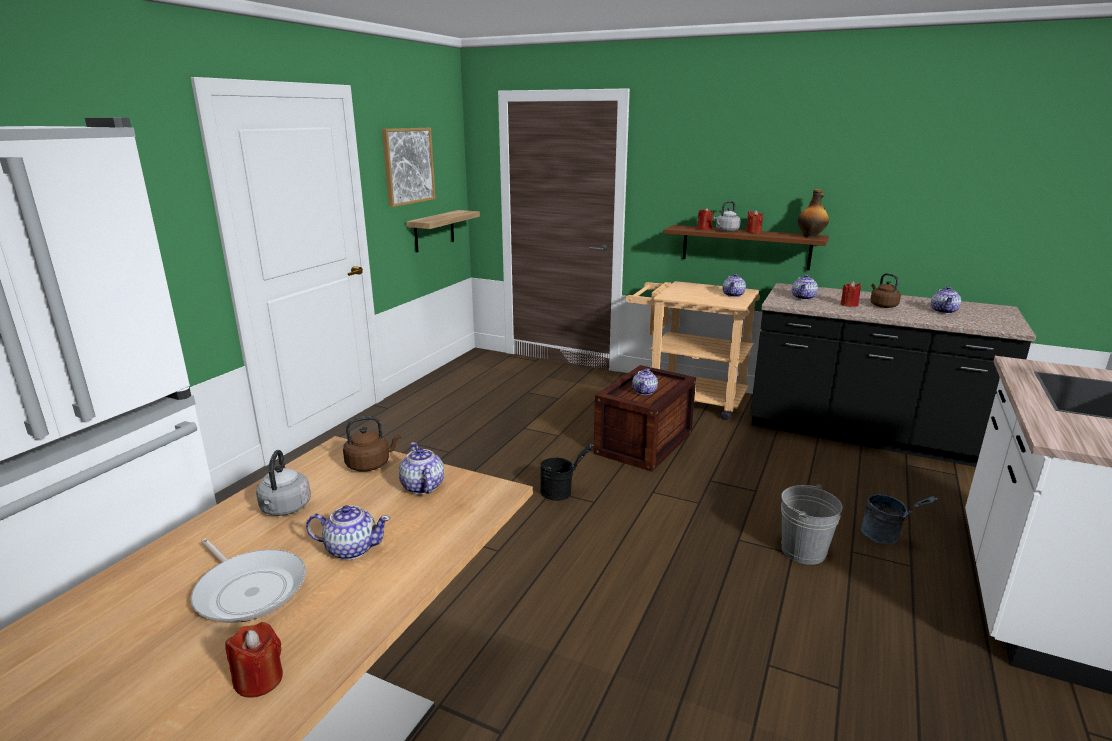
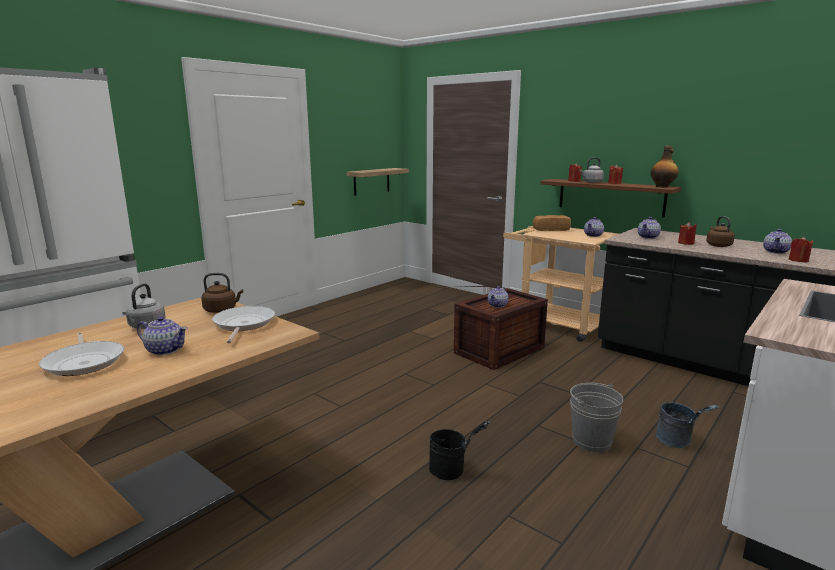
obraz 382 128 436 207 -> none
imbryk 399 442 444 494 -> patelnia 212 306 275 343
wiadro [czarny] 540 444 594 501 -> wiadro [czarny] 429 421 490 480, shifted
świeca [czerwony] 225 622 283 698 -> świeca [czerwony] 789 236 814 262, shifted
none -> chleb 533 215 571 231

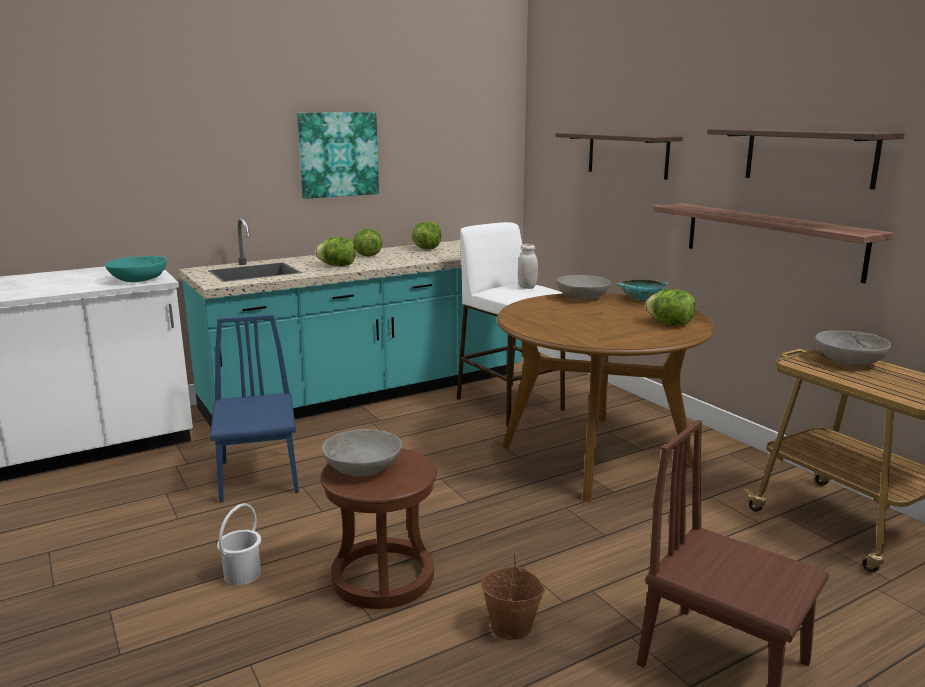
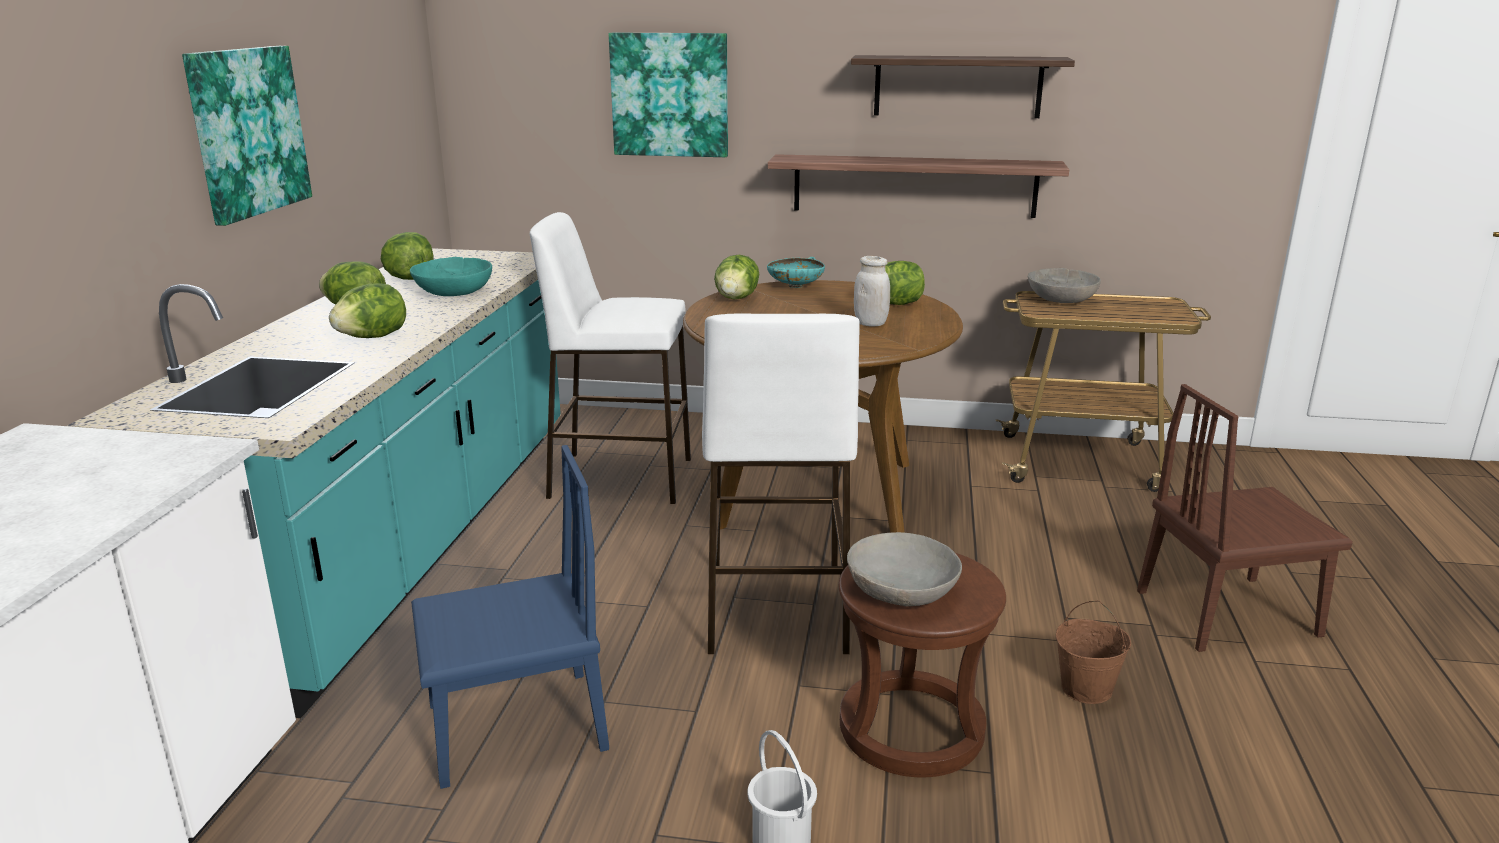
półka 556 132 683 180 -> obraz 609 33 728 157
słoik [biały] 518 244 538 289 -> słoik [biały] 854 256 890 327, shifted
miska [turkusowy] 105 256 167 282 -> miska [turkusowy] 410 257 492 296, shifted
miska [szary] 556 275 611 300 -> sałata 714 255 760 300
krzesło [niebieski] 210 315 299 503 -> krzesło [niebieski] 411 445 609 789, 135 degrees clockwise
none -> stołek [biały] 702 313 860 654

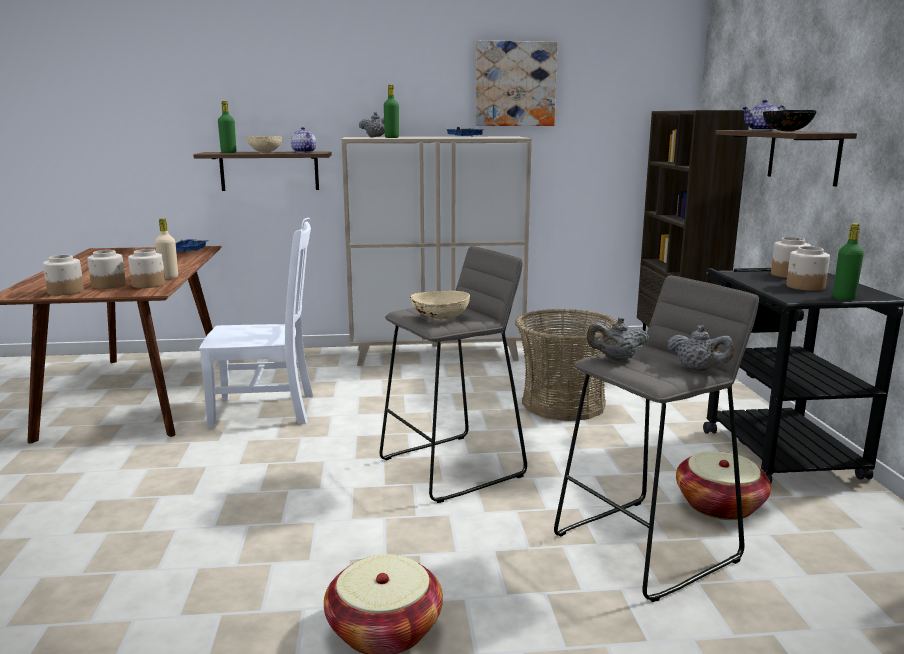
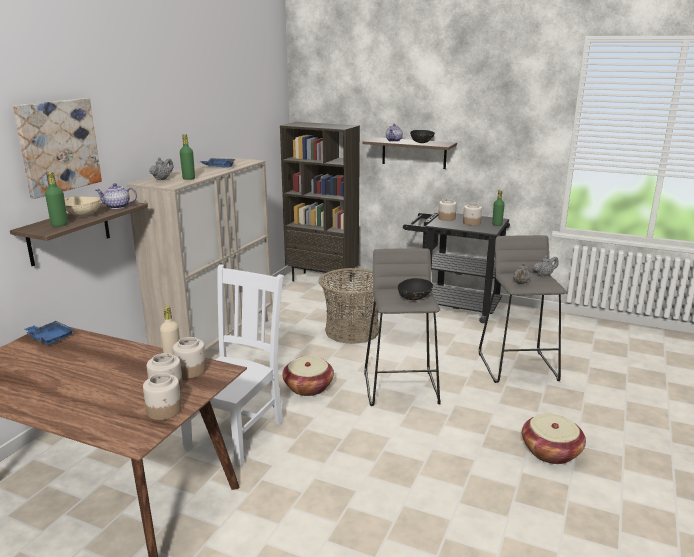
obraz 475 41 558 126 -> obraz 13 98 102 199, shifted
miska [beżowy] 410 291 470 319 -> miska [czarny] 398 278 433 300
koszyk 676 451 771 520 -> koszyk 282 356 334 396, shifted

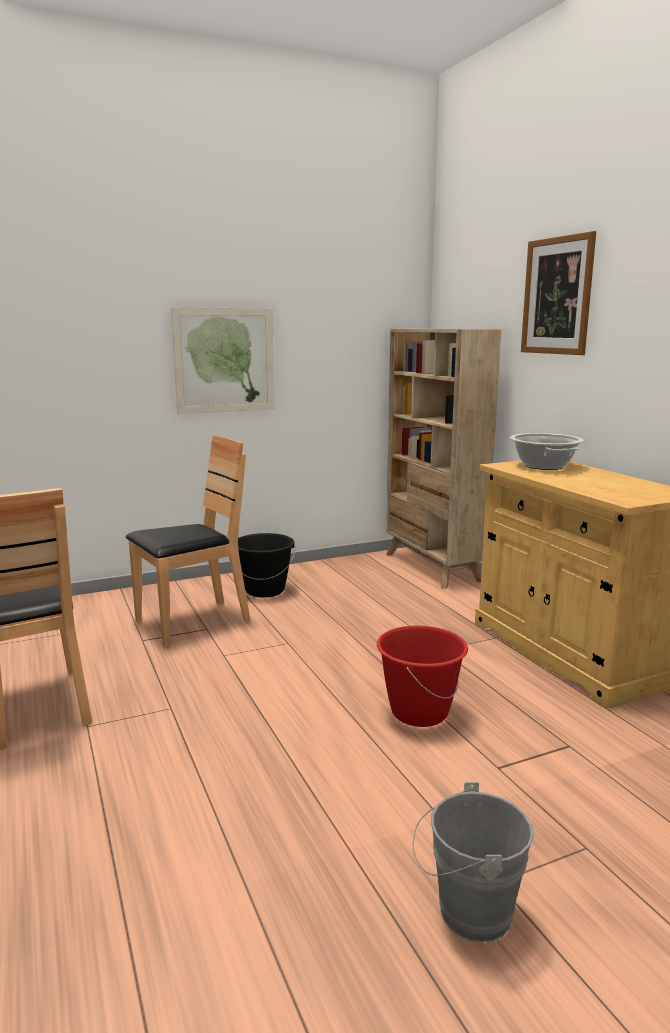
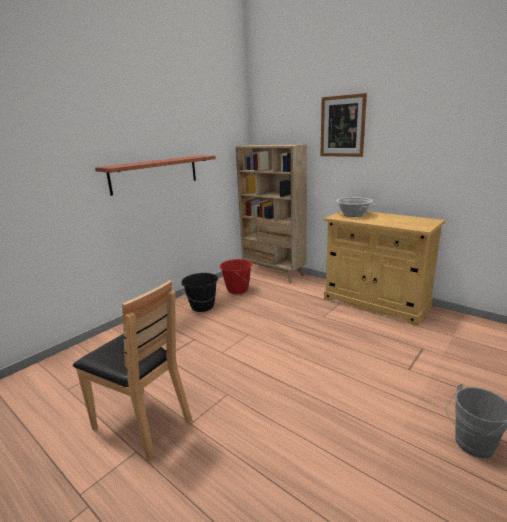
obraz 171 307 275 414 -> półka 95 155 216 196
krzesło [brązowy] 126 435 251 648 -> none
wiadro [czerwony] 377 625 468 727 -> wiadro [czerwony] 220 259 253 294, shifted

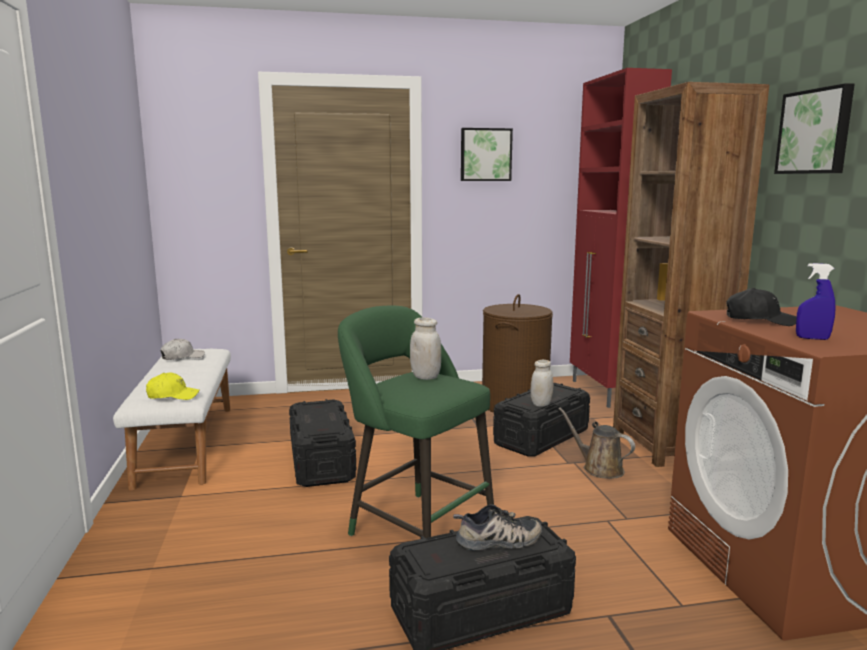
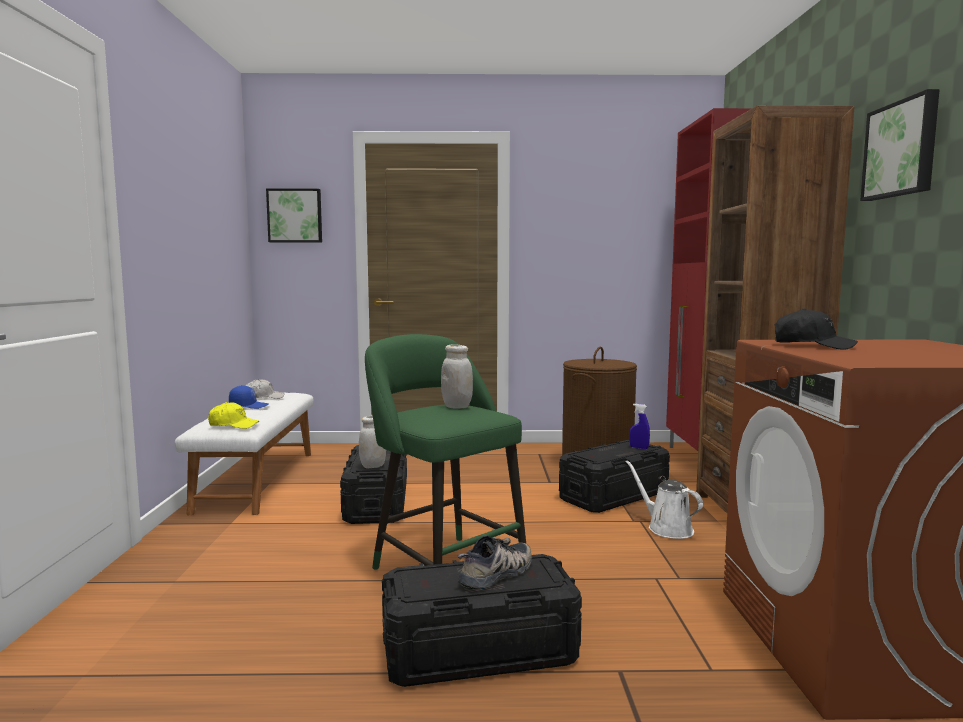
obraz 461 128 513 181 -> obraz 266 189 322 243, shifted
spryskiwacz [niebieski] 796 263 836 340 -> spryskiwacz [niebieski] 630 404 650 449, shifted
słoik [biały] 531 360 553 407 -> słoik [biały] 359 415 386 468, shifted
konewka [brązowy] 558 408 635 479 -> konewka [biały] 626 460 703 539
but 453 504 542 550 -> but 458 535 532 590, 45 degrees counterclockwise
none -> czapka z daszkiem [niebieski] 229 385 269 409

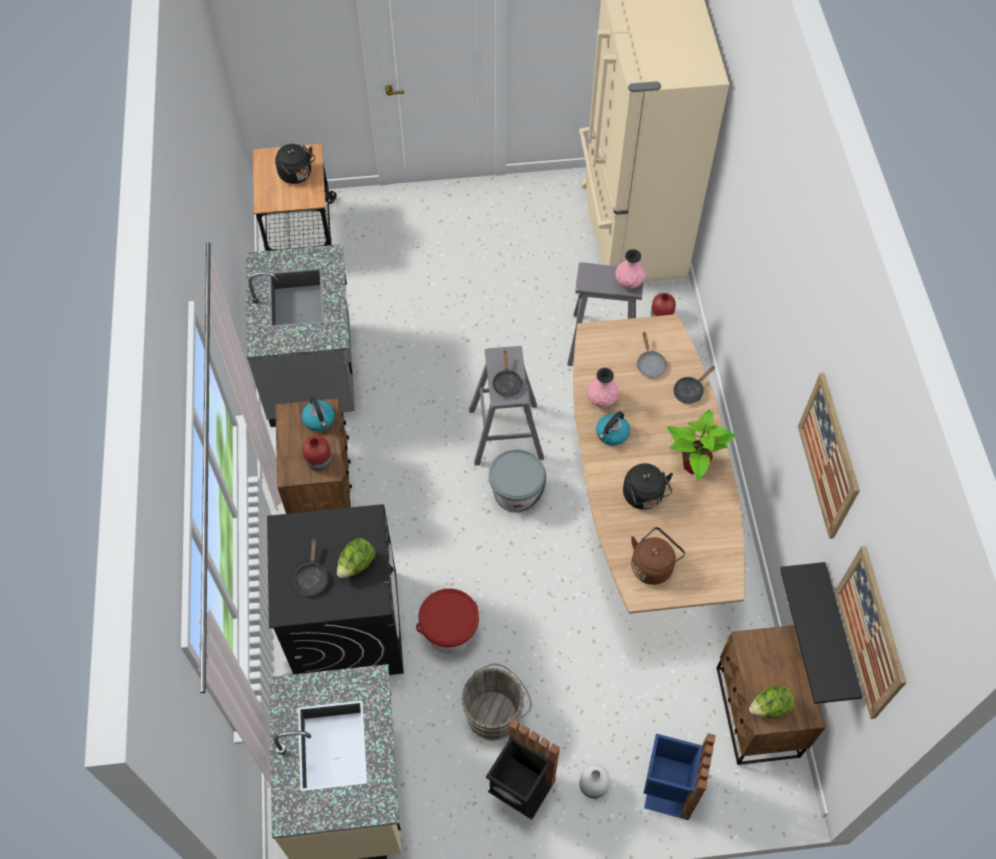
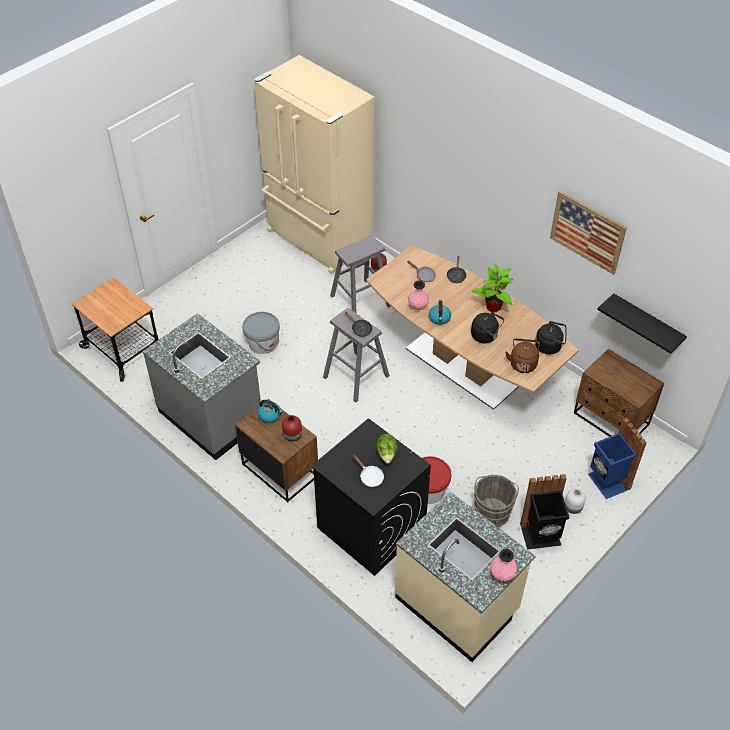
czajnik [czarny] 275 144 315 184 -> czajnik [czarny] 535 321 567 355, shifted
wazon [różowy] 616 249 646 289 -> wazon [różowy] 491 549 517 582, shifted
wiadro [szary] 488 449 546 513 -> wiadro [szary] 242 312 280 354, shifted
patelnia [czarny] 293 539 328 596 -> patelnia [biały] 353 455 384 487
obraz 835 546 907 719 -> none
sałata 749 685 795 718 -> none

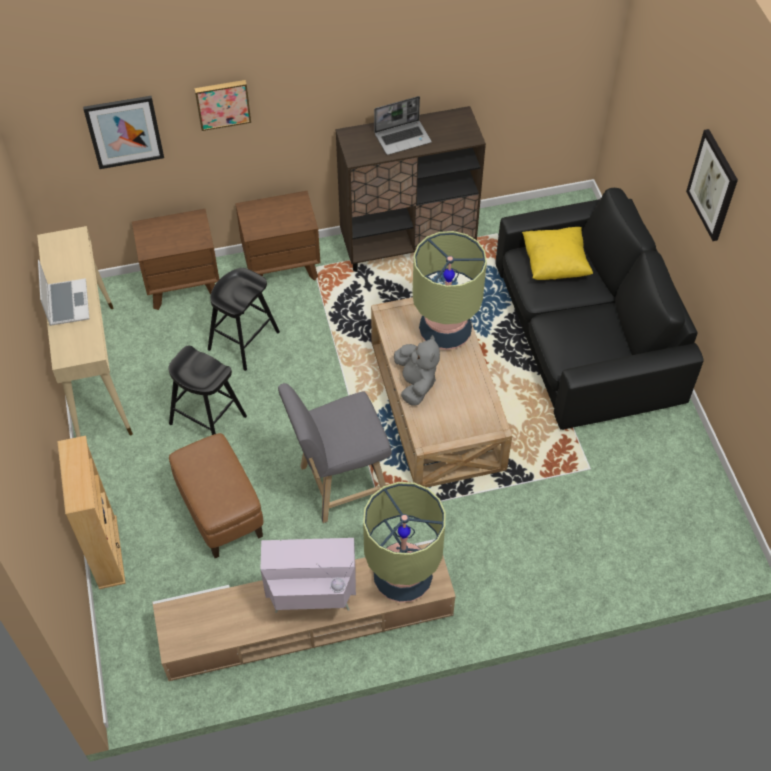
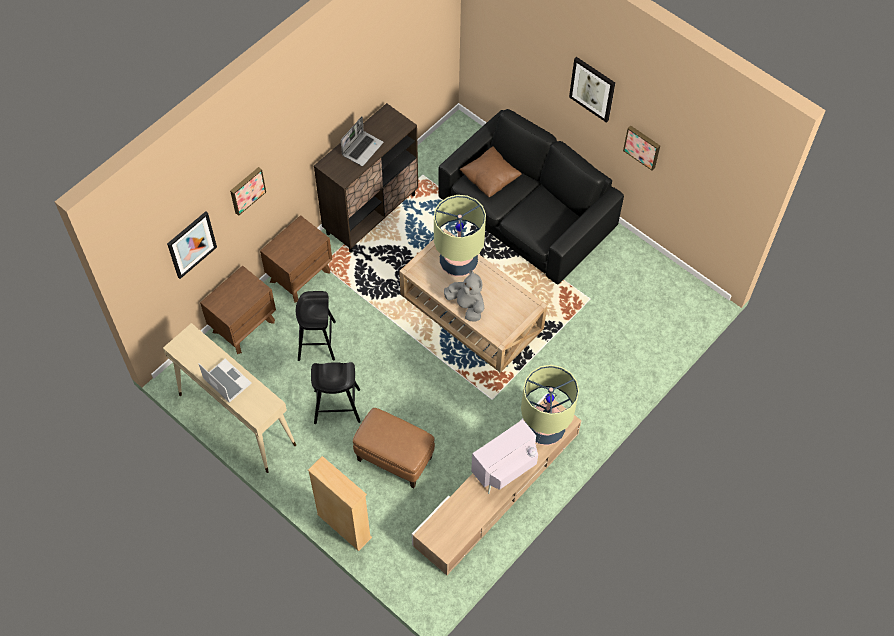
poduszka [żółty] 522 227 593 280 -> poduszka [brązowy] 459 146 522 197
stołek [szary] 278 383 392 523 -> none
none -> obraz 623 125 660 171

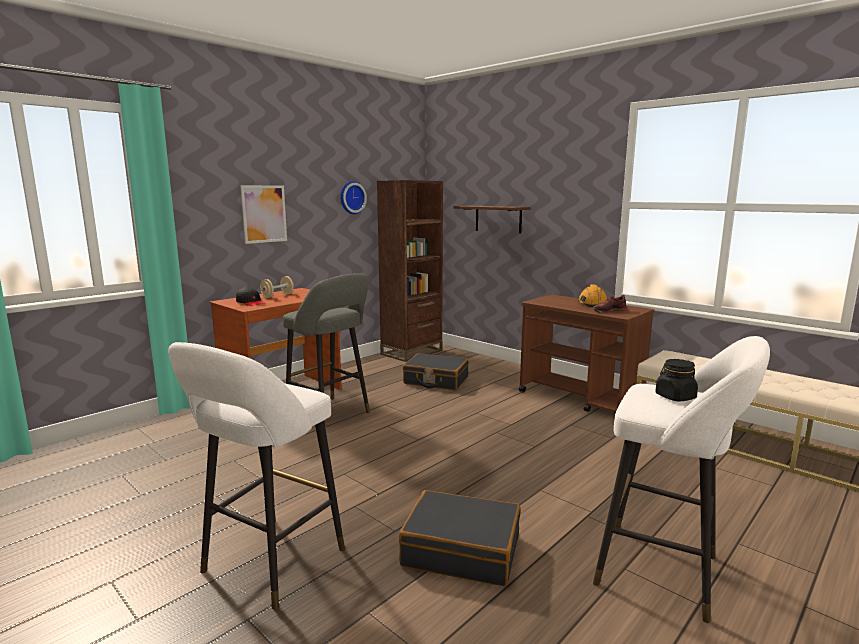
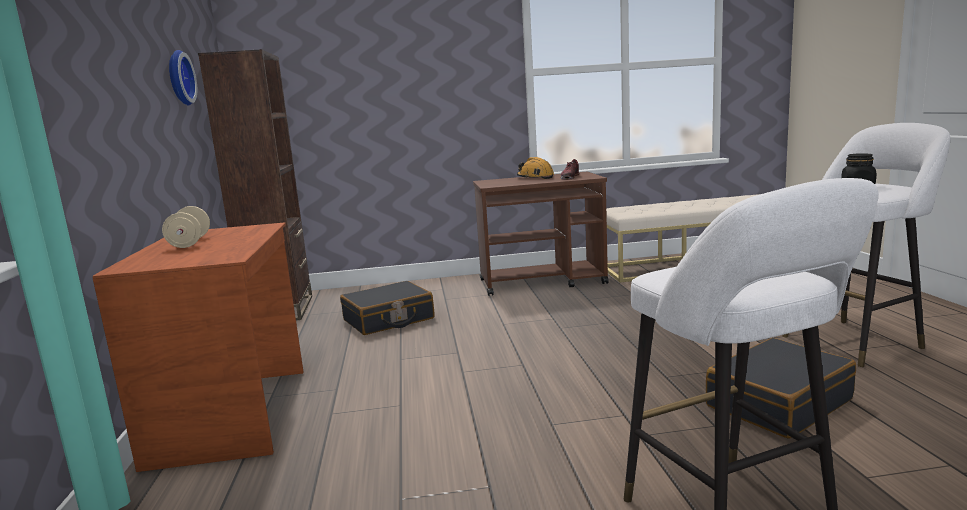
obraz 240 185 287 244 -> none
półka [brązowy] 453 206 531 233 -> none
stołek [szary] 283 274 370 423 -> none
czapka z daszkiem [czarny] 236 287 266 306 -> none

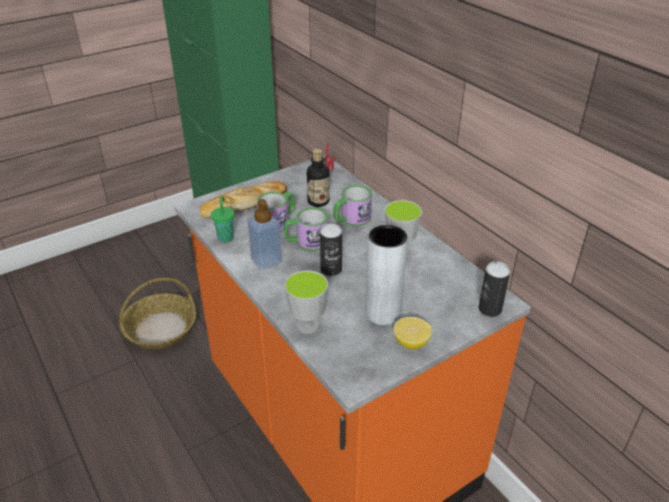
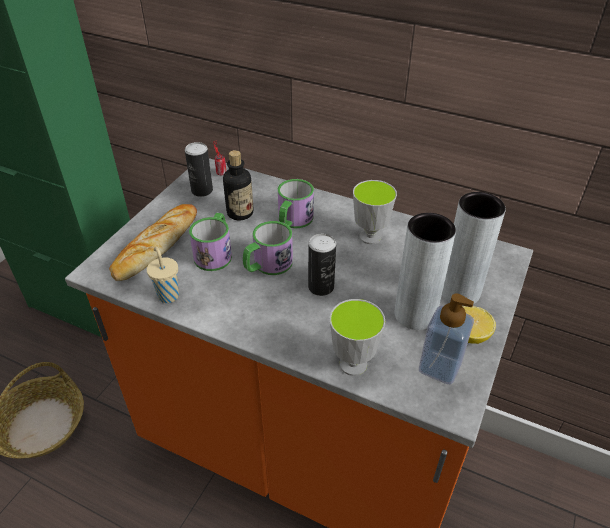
filiżanka [zielony] 211 197 234 242 -> filiżanka [beżowy] 147 247 179 303
dozownik mydła 247 199 282 270 -> dozownik mydła 419 294 474 384, shifted
puszka 479 261 510 317 -> puszka 185 142 213 197, shifted
none -> wazon [szary] 442 192 506 304

